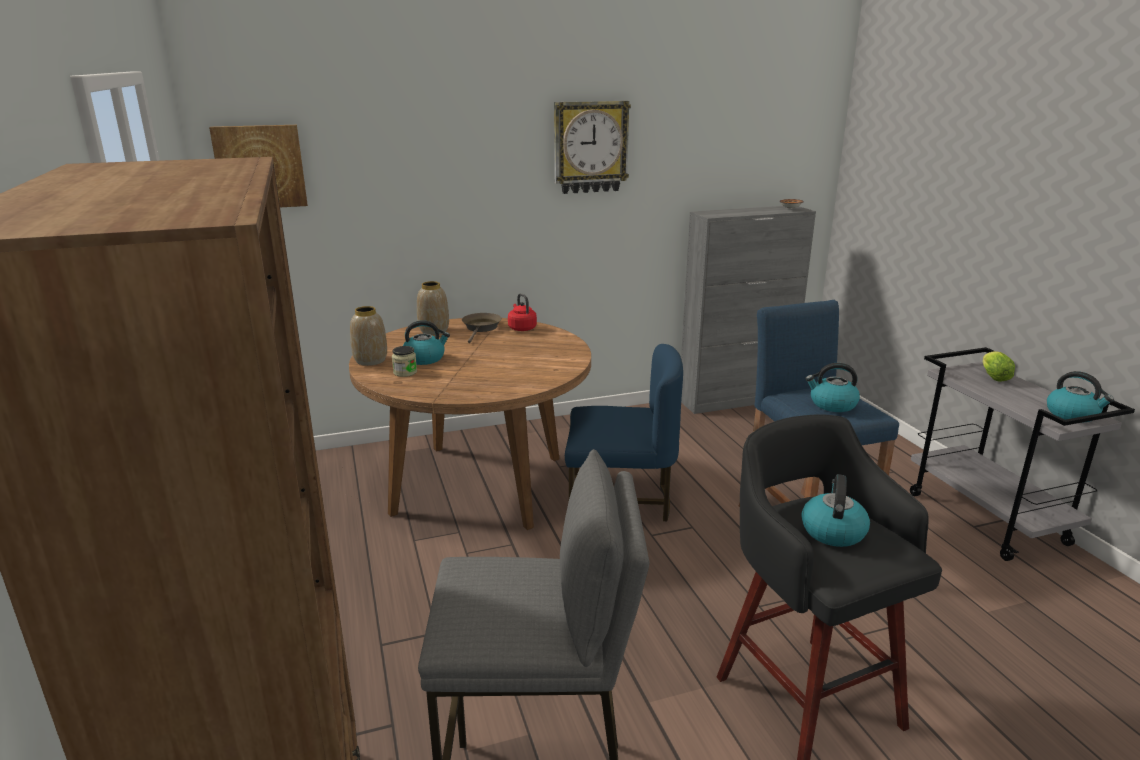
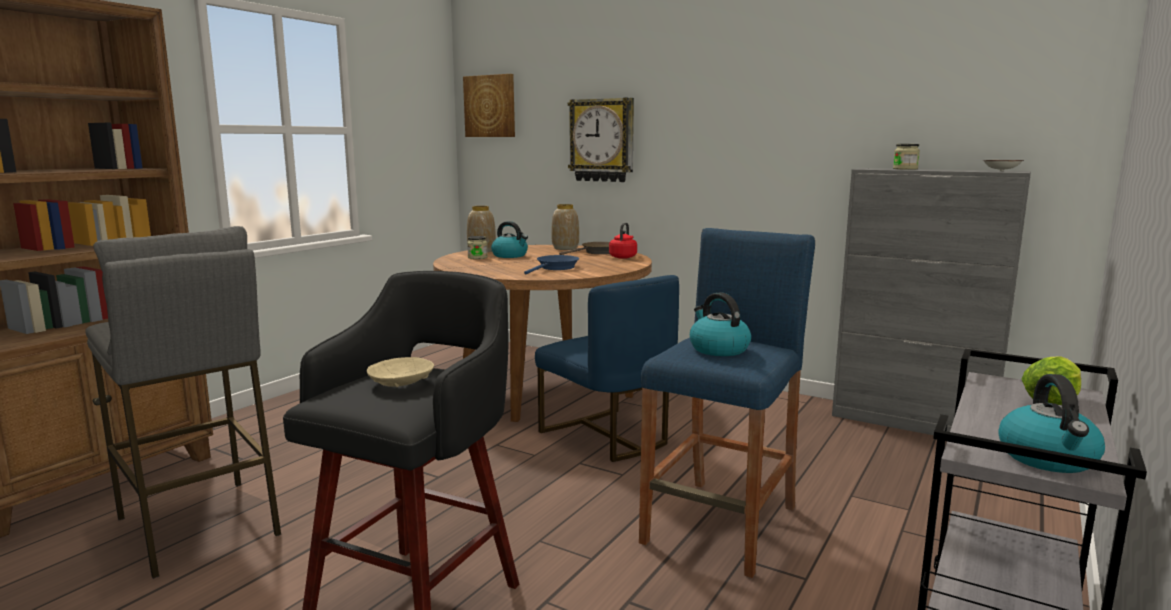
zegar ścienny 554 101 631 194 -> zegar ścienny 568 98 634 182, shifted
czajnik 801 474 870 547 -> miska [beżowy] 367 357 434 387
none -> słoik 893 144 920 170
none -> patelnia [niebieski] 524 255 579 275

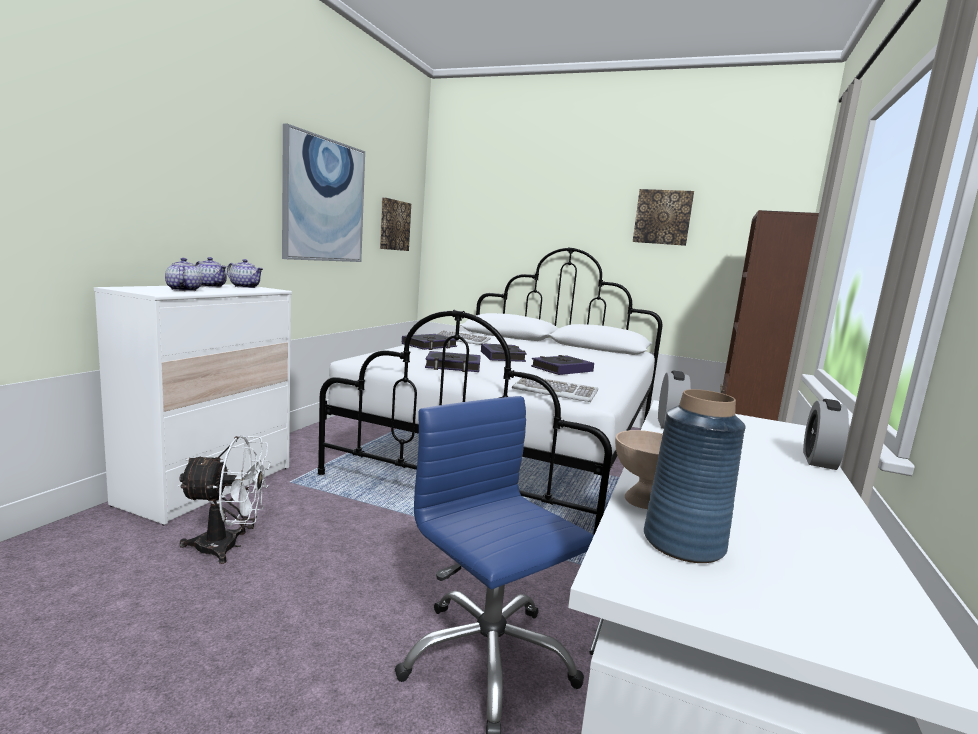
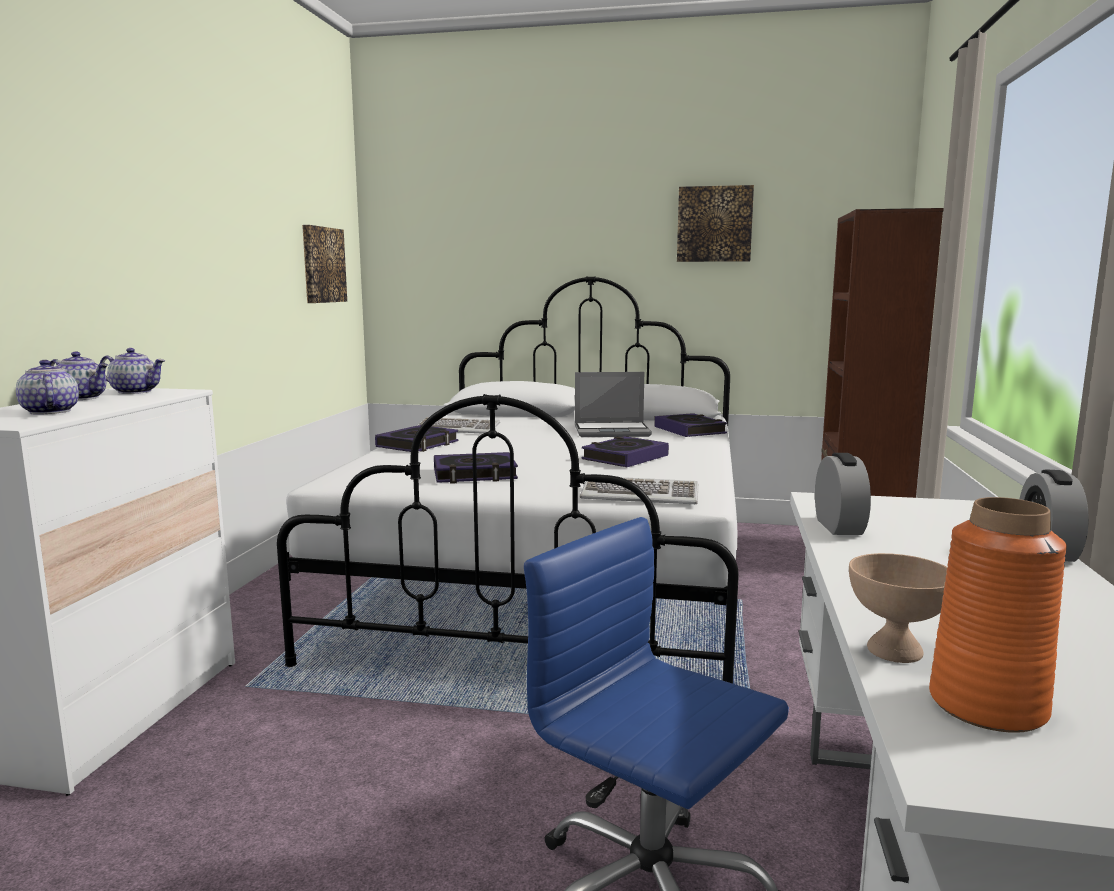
obraz 282 124 365 262 -> none
książka 481 343 527 362 -> książka 654 413 727 437, shifted
wazon [niebieski] 644 389 746 563 -> wazon [pomarańczowy] 929 497 1067 733
wentylator [biały] 178 435 271 564 -> none
none -> laptop 575 372 652 437

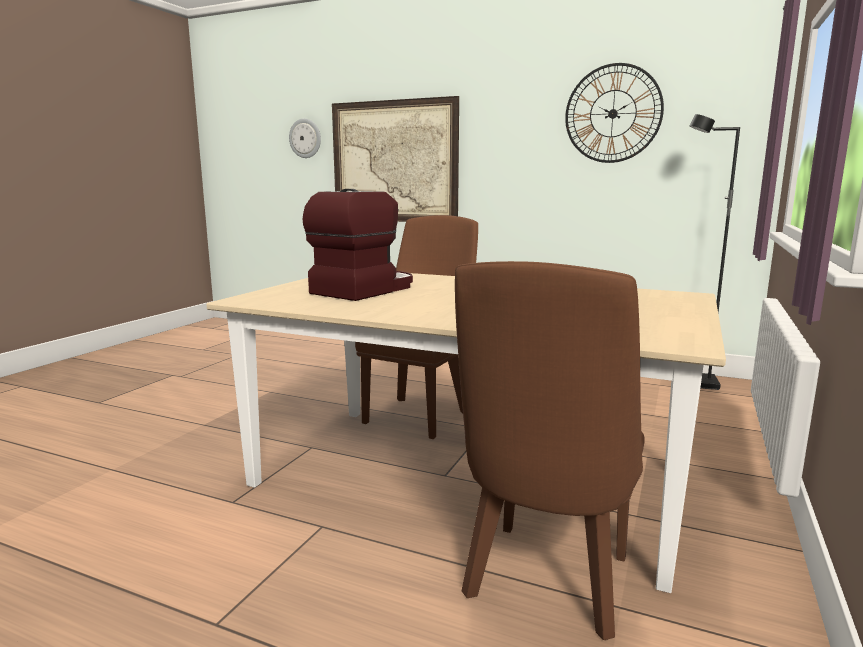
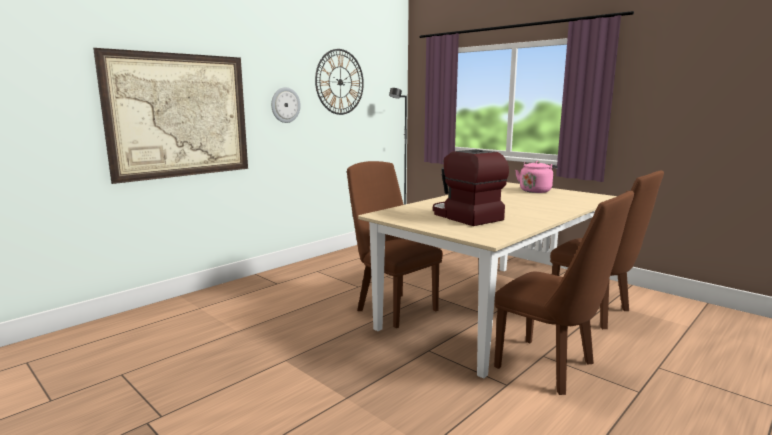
zegar ścienny 289 119 321 158 -> zegar ścienny 271 87 301 123, shifted
none -> czajnik [różowy] 515 161 558 193
none -> krzesło [brązowy] 494 191 634 395

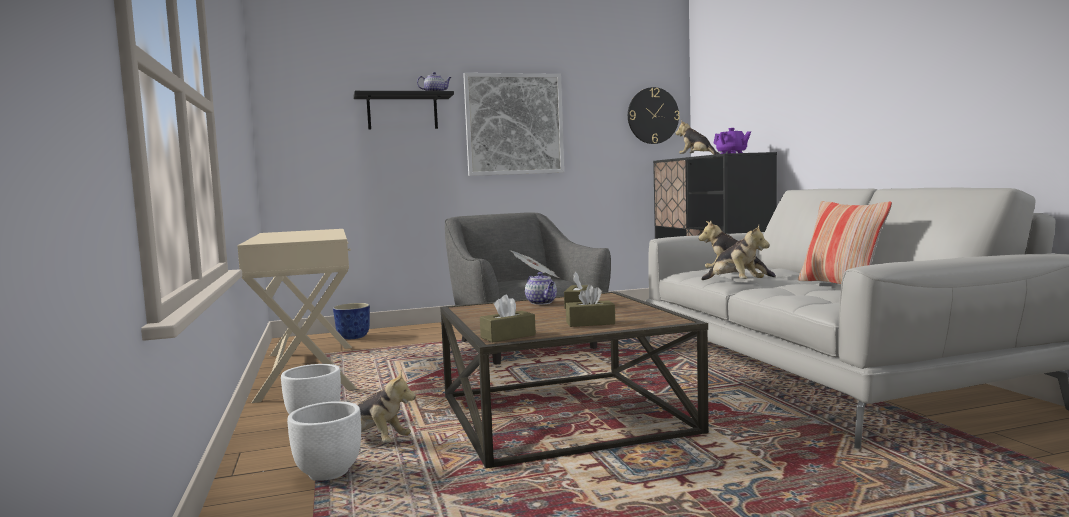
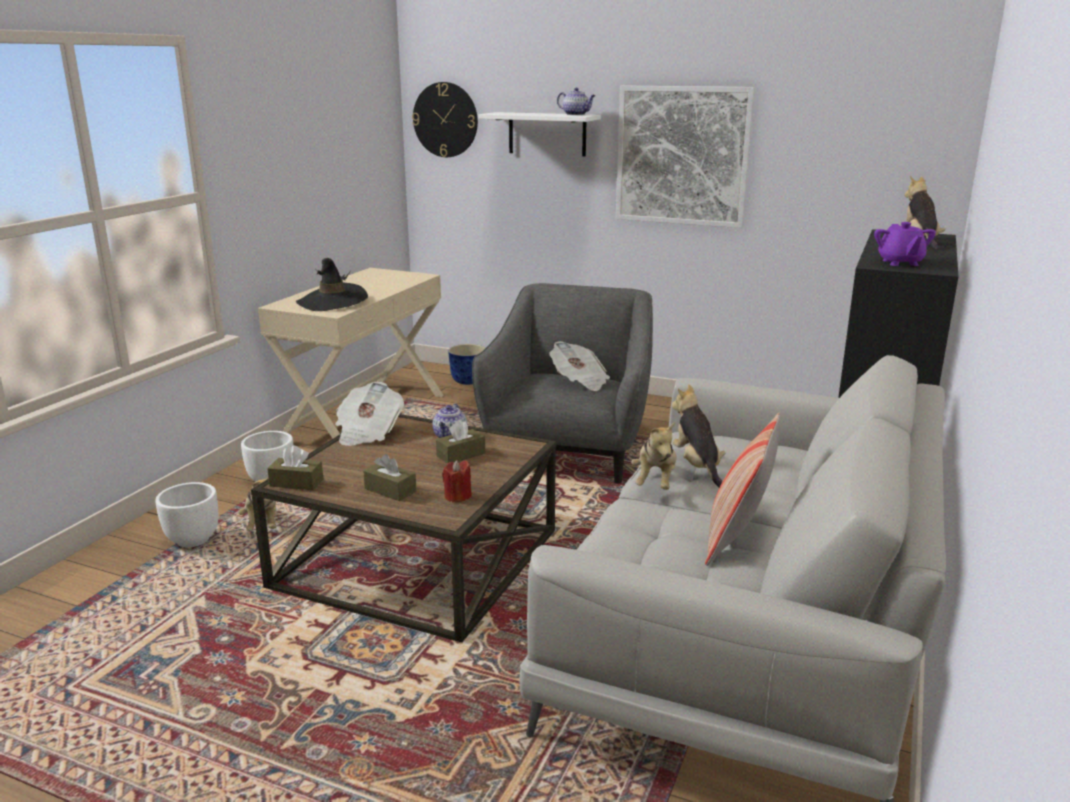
zegar ścienny 628 87 680 144 -> zegar ścienny 412 82 478 157, shifted
półka [czarny] 353 91 454 130 -> półka [biały] 478 112 601 156
none -> kapelusz [czarny] 296 258 368 311
none -> gazeta 335 382 404 446
none -> świeca [czerwony] 442 460 472 503

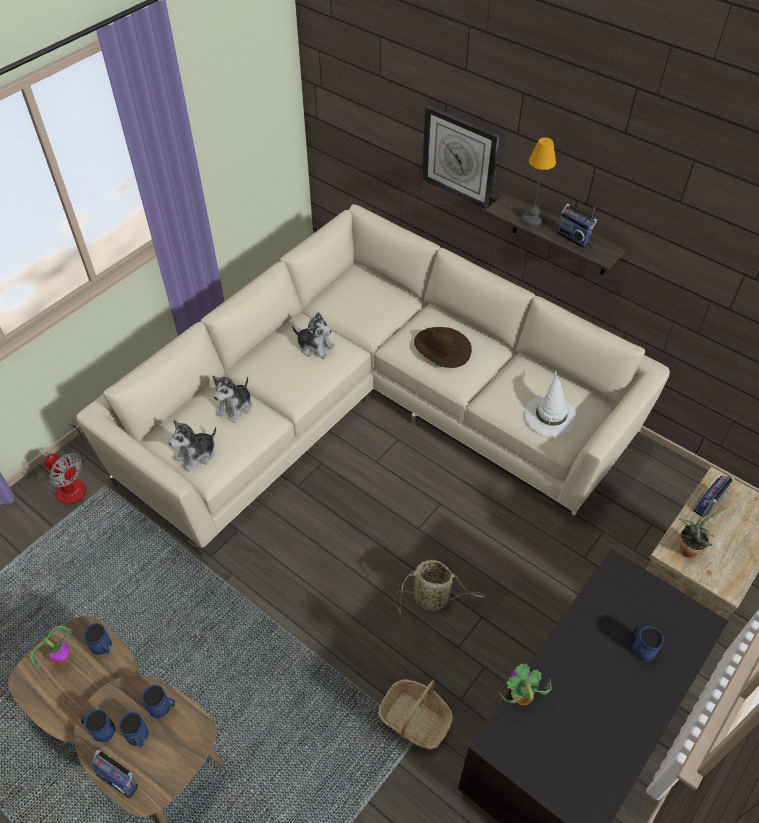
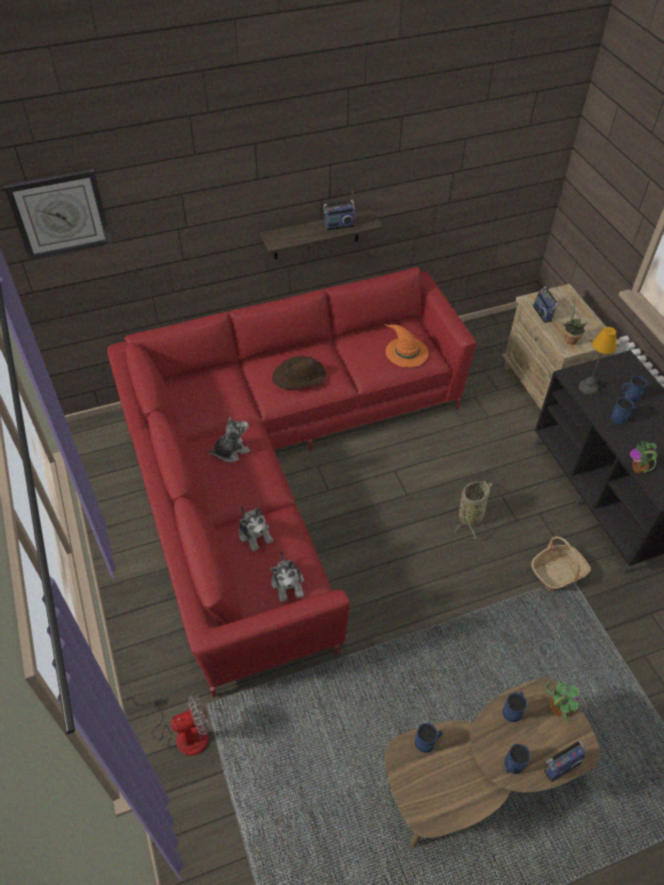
zegar ścienny 422 105 500 210 -> zegar ścienny 4 169 112 261, shifted
lampa stołowa 521 137 556 226 -> lampa stołowa 579 327 616 395, shifted
kanapa [beżowy] 77 204 670 556 -> kanapa [czerwony] 107 267 477 697
kapelusz [biały] 524 371 578 437 -> kapelusz [pomarańczowy] 384 324 429 367
roślina doniczkowa 31 626 72 668 -> roślina doniczkowa 545 680 579 721, shifted
kubek [niebieski] 118 712 149 747 -> kubek [niebieski] 610 397 637 424, shifted

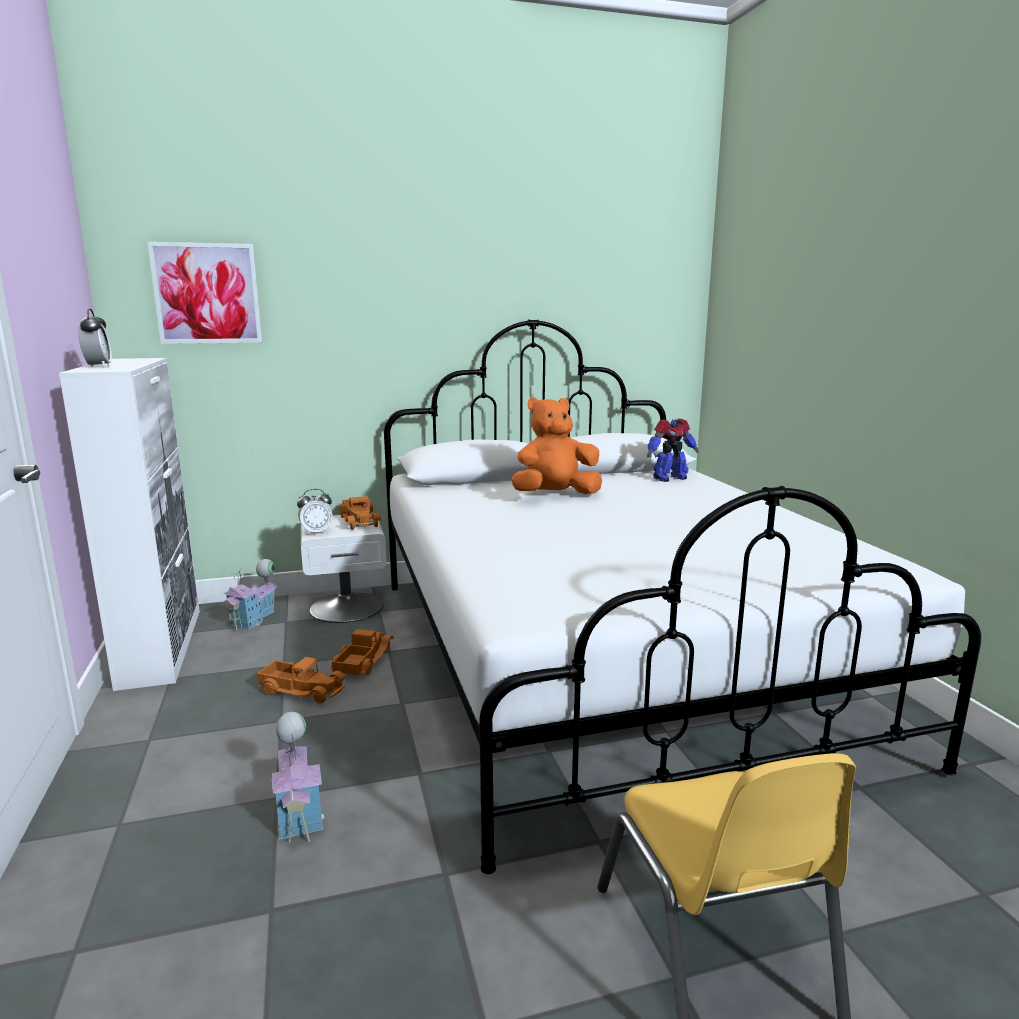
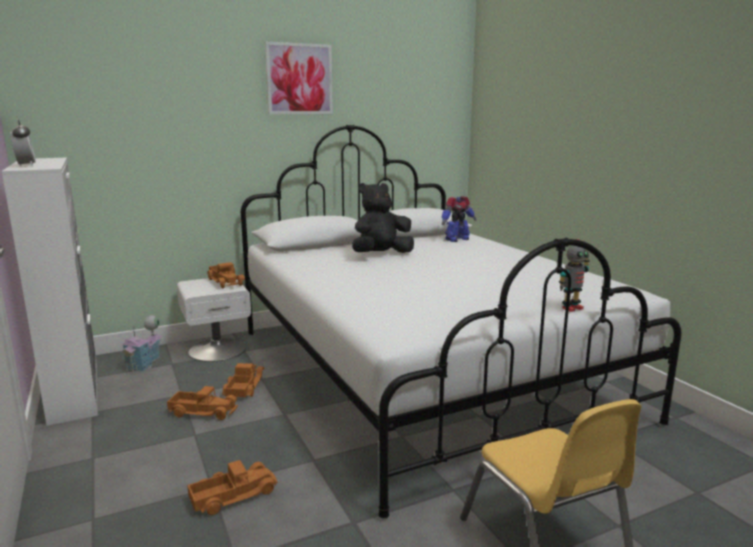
obraz 147 242 262 344 -> obraz 265 42 333 114, shifted
pluszak [pomarańczowy] 512 397 602 494 -> pluszak [czarny] 352 183 414 253
budzik 297 489 333 535 -> none
domek 272 712 324 843 -> ciężarówka zabawkowa 187 460 278 515
none -> robot zabawkowy 559 239 590 312

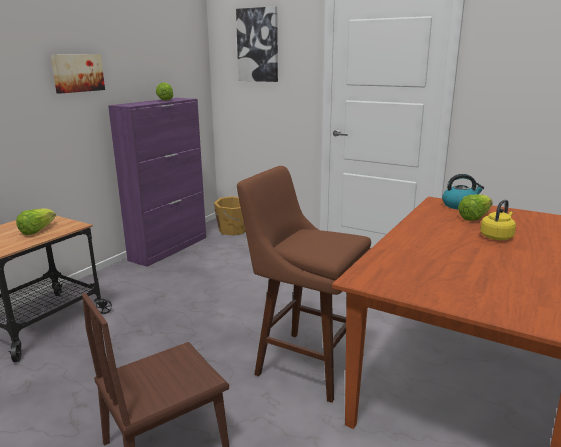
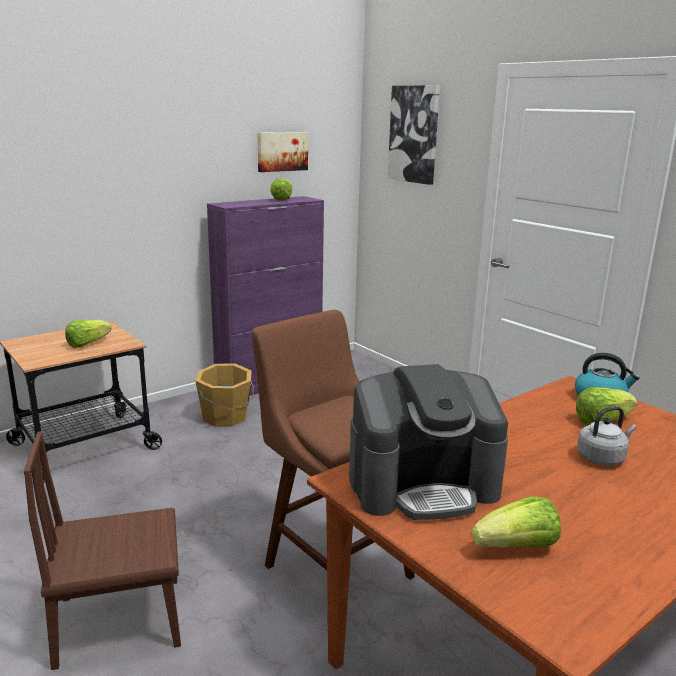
obraz 50 54 105 94 -> obraz 257 132 308 172, shifted
wiadro [pomarańczowy] 214 196 245 235 -> wiadro [pomarańczowy] 195 363 254 427, shifted
czajnik [żółty] 480 199 516 240 -> czajnik [szary] 577 406 637 466
none -> ekspres do kawy 349 364 508 520
none -> sałata 472 496 561 548

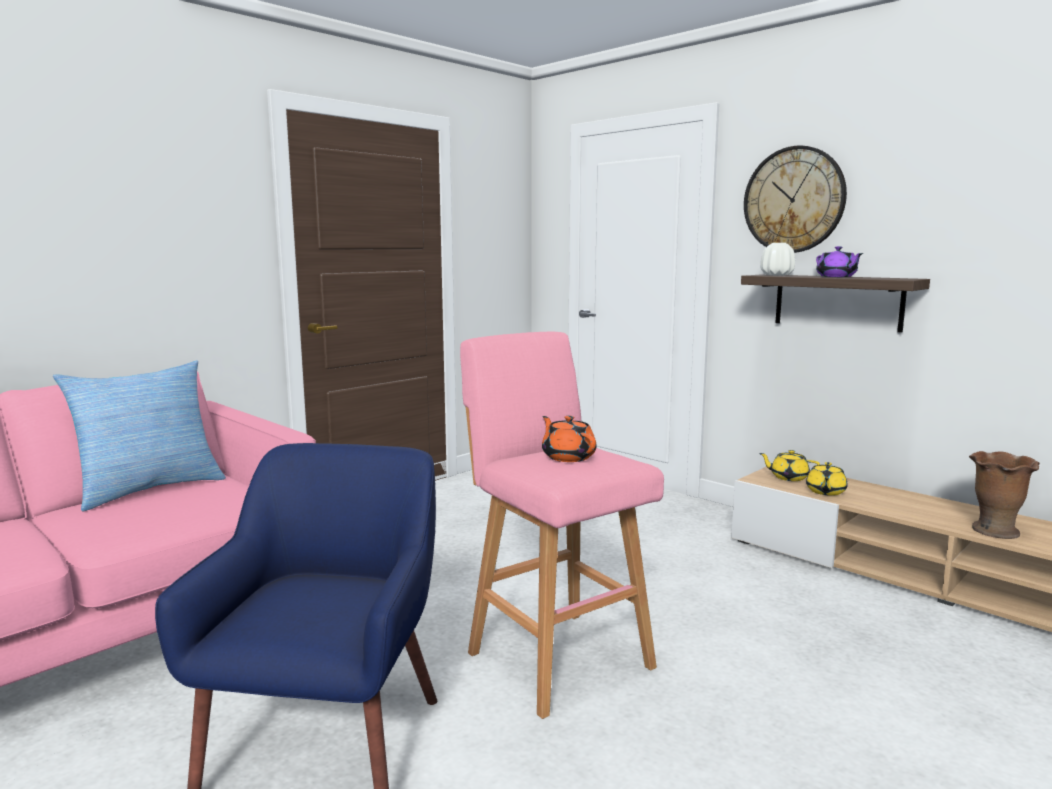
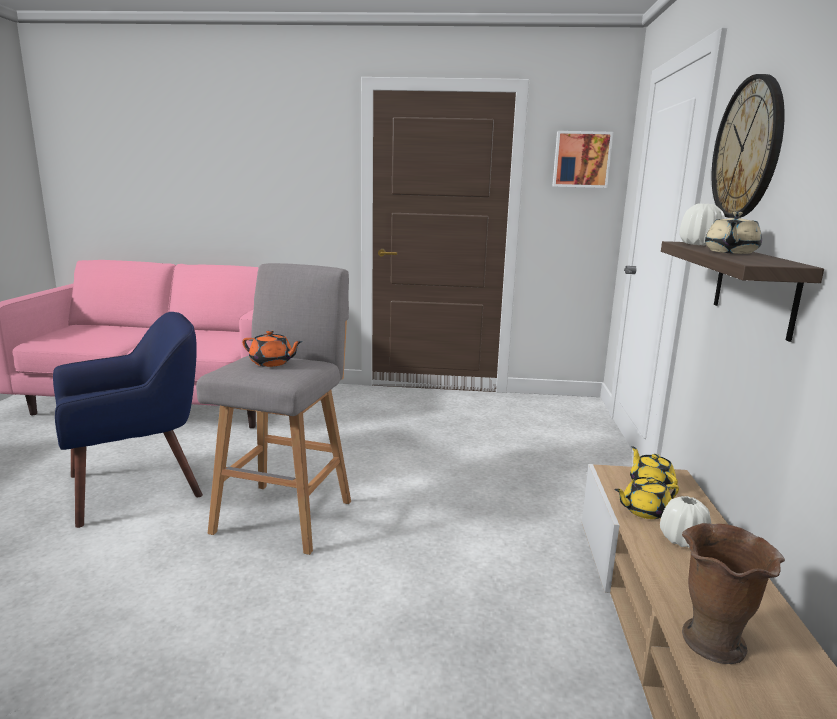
imbryk [fioletowy] 816 246 863 277 -> imbryk [beżowy] 705 212 762 254
stołek [różowy] 460 332 664 719 -> stołek [szary] 196 263 351 555
poduszka 53 360 226 512 -> none
imbryk [pomarańczowy] 542 416 596 462 -> imbryk [pomarańczowy] 242 330 303 367, 90 degrees clockwise
none -> obraz 552 131 613 188
none -> wazon [biały] 660 496 711 548

